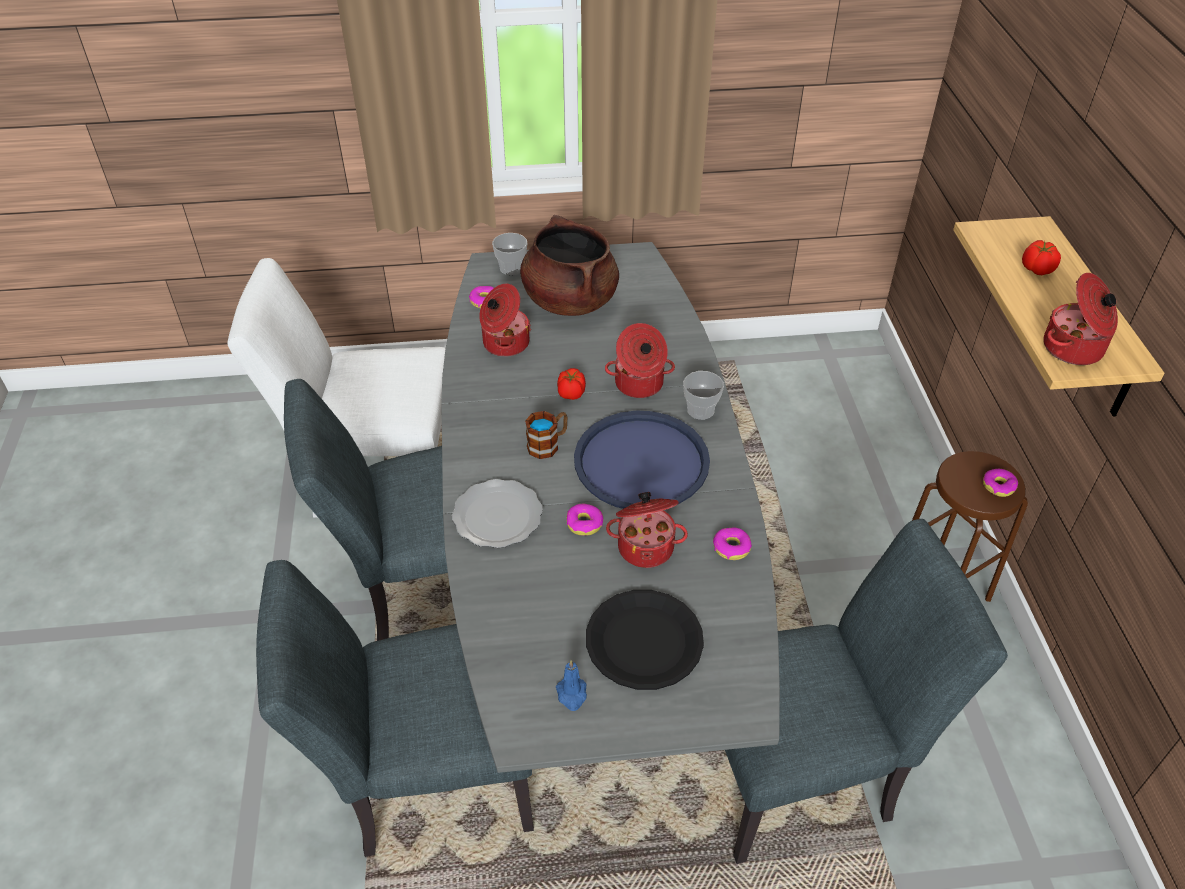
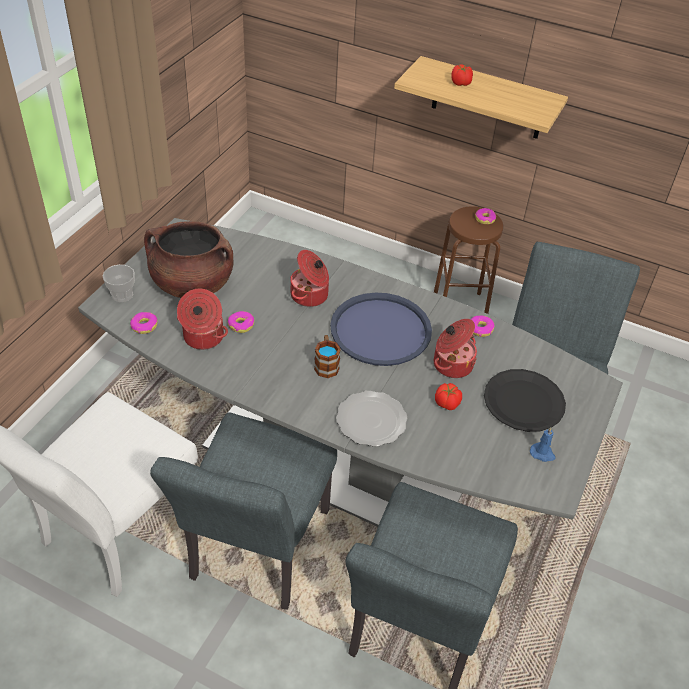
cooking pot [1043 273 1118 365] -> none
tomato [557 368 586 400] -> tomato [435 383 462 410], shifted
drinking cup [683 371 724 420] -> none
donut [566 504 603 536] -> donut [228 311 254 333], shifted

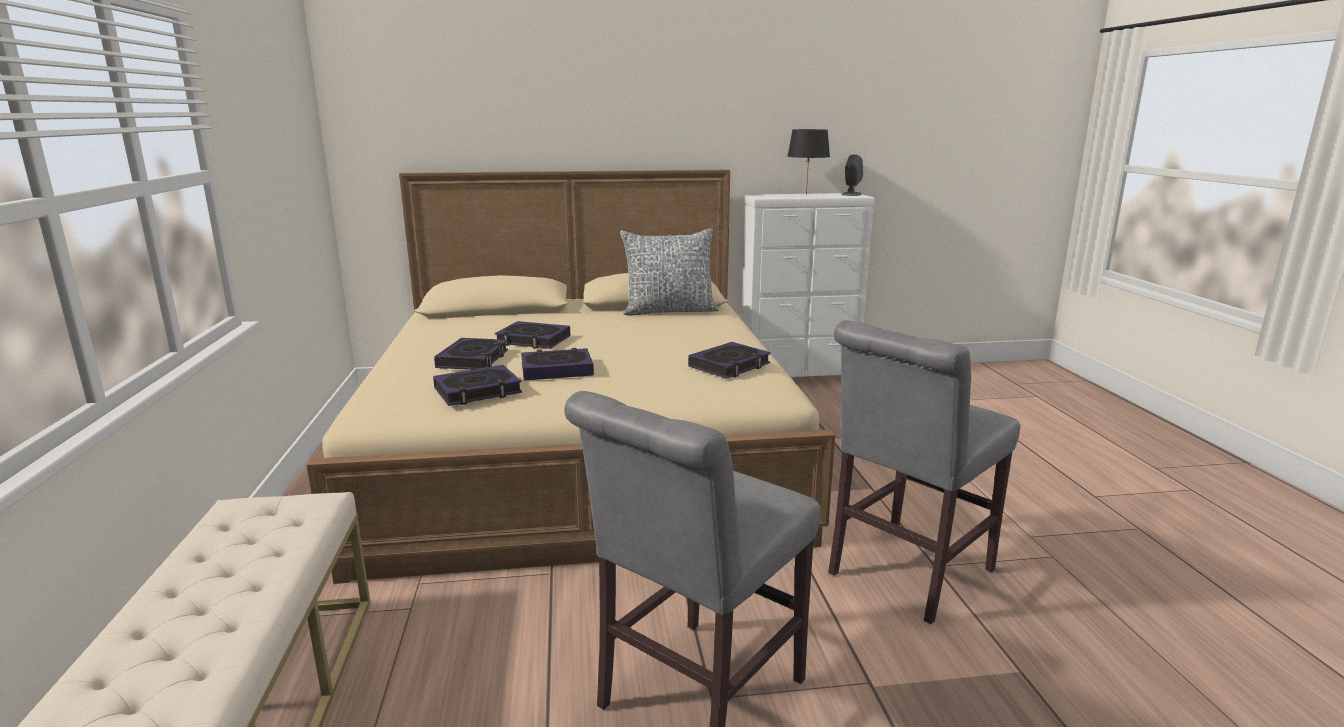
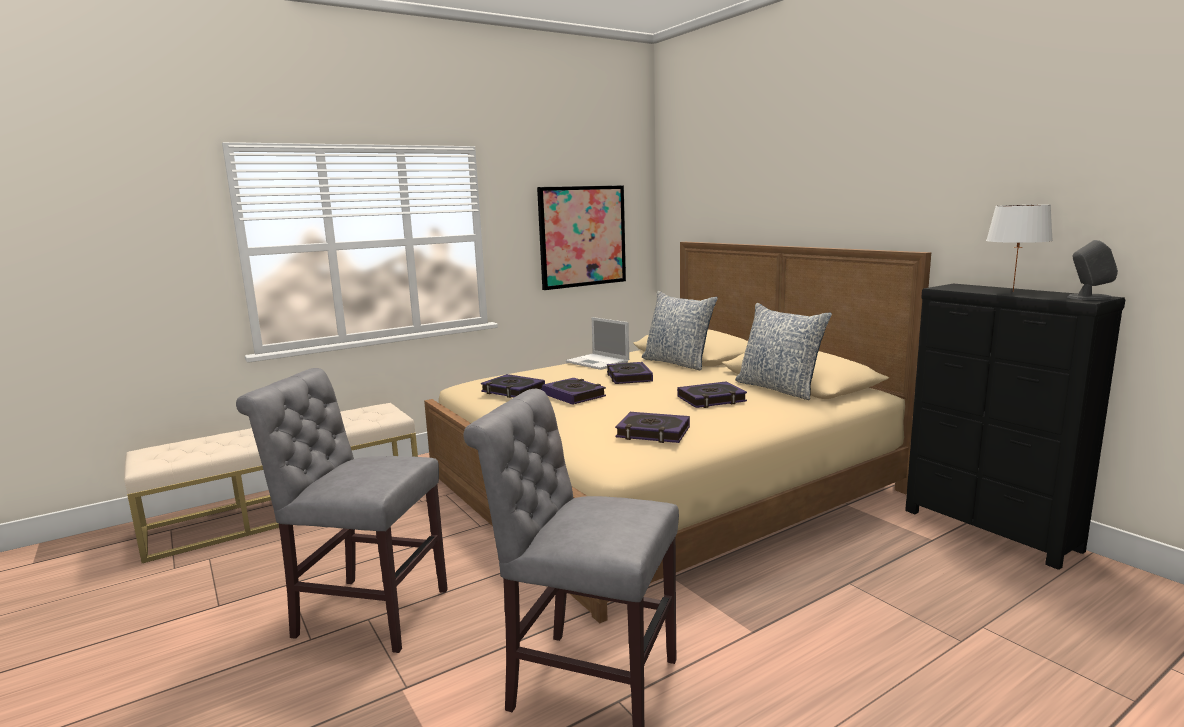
black-coloured table lamp [787 129 830 196] -> whitish table lamp [986 205 1053 292]
whitish drawer chest [741 193 875 377] -> black-coloured drawer chest [905 284 1125 570]
book [434 338 508 370] -> book [677 381 747 408], shifted
none -> wall art [537 185 626 290]
none -> throw pillow [642 291 718 370]
none -> portable computer [565 317 629 370]

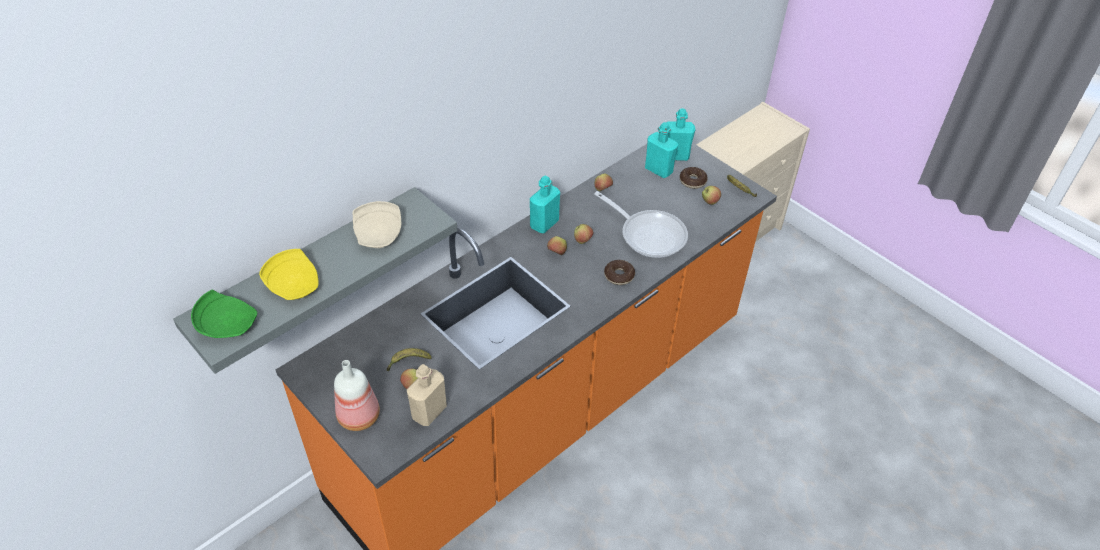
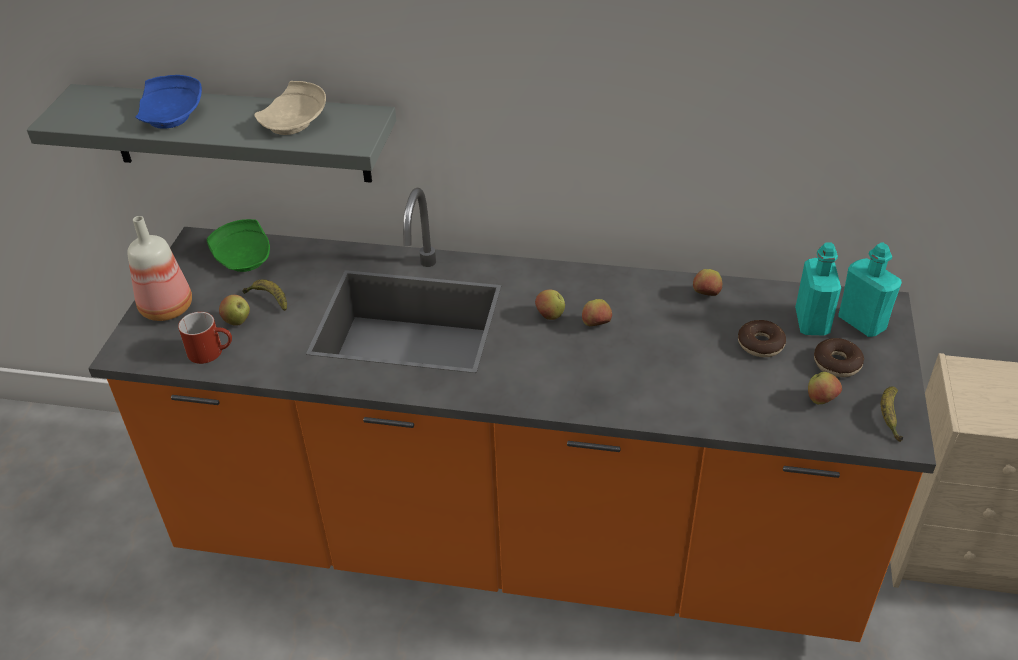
turquoise bottle [530 175 560 233] -> none
pan [594 191 688 258] -> none
yellow-coloured flat dish [259 249 319 300] -> blue-coloured flat dish [135 75 202 129]
donut [604 260 635 285] -> donut [738 320 786 357], shifted
greenish flat dish [191 290 257 338] -> greenish flat dish [207 219 270 272], shifted
sand-coloured bottle [407 364 447 426] -> red-coloured coffee mug [178 312 232 364]

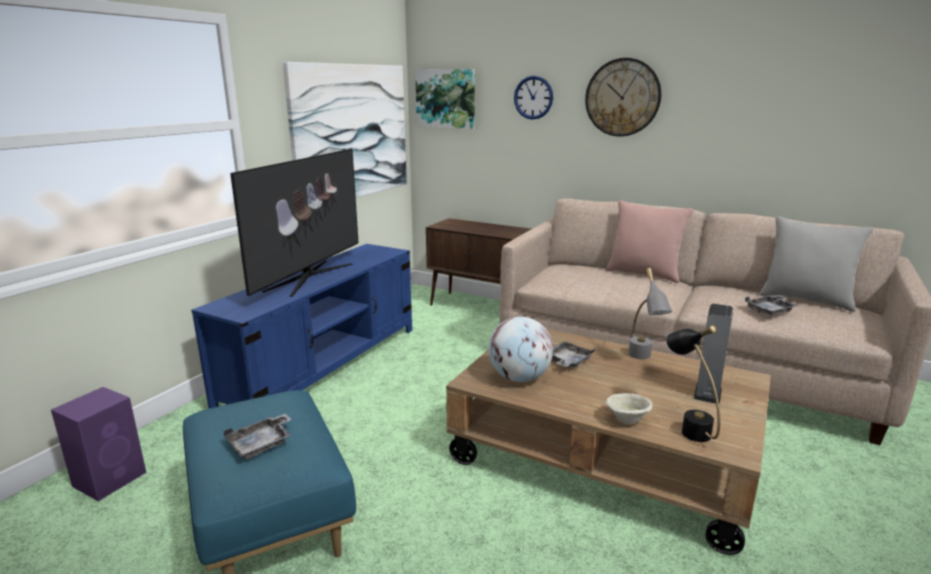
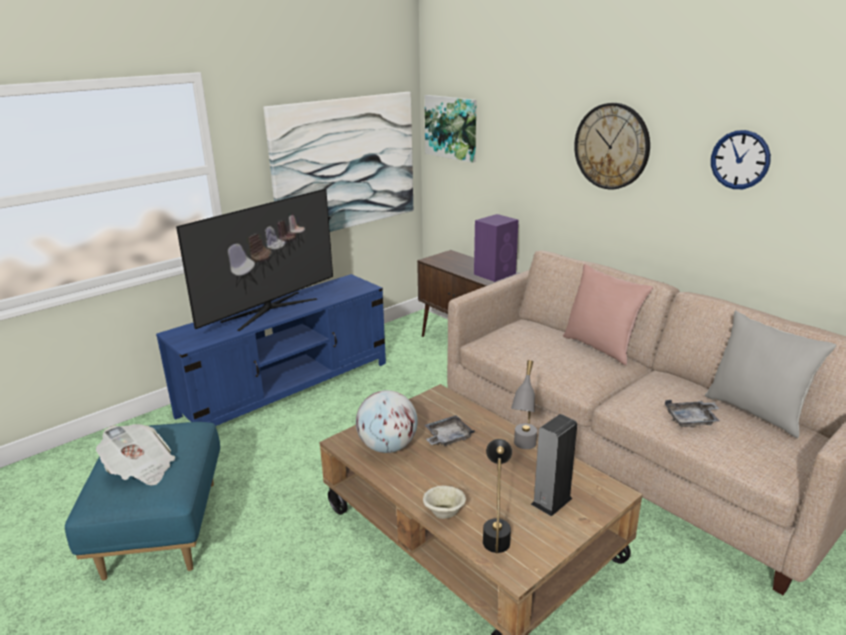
hanging clock [514 76 553 119] -> hanging clock [711 130 771 189], shifted
purple-coloured speaker [51 387 146 501] -> purple-coloured speaker [474 214 518 282], shifted
greyish tray [224 413 292 459] -> daily paper [96 424 176 485]

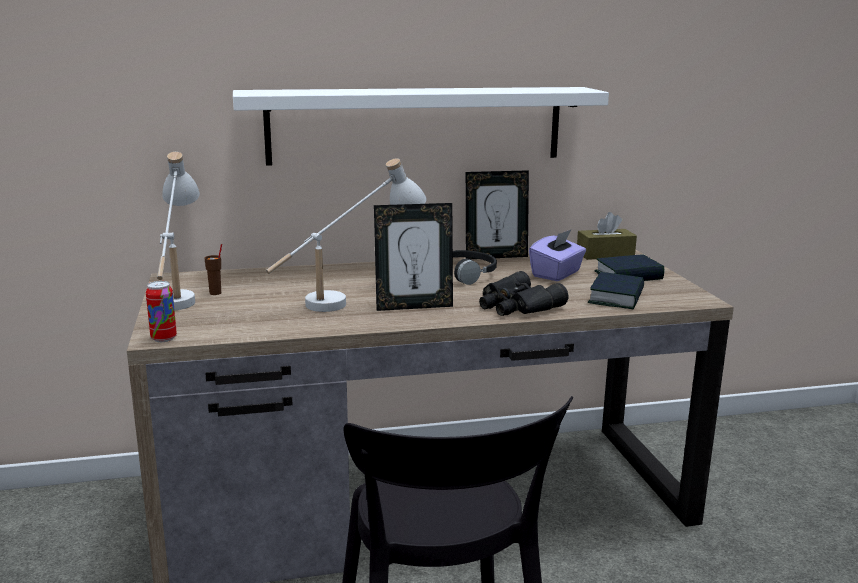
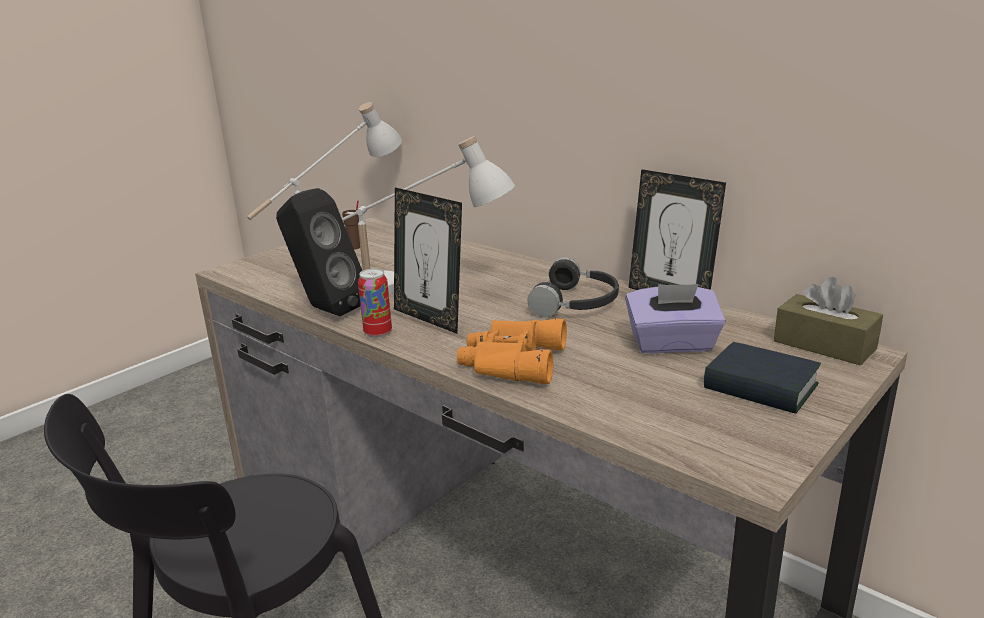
whitish wall shelf [233 87 609 166] -> none
black-coloured field glasses [479 271 568 316] -> orangey field glasses [457 318 567 384]
book [588 272 644 309] -> none
sealed can [146 281 177 342] -> sealed can [358 268 392 338], shifted
none -> black-coloured speaker [276 188 362 316]

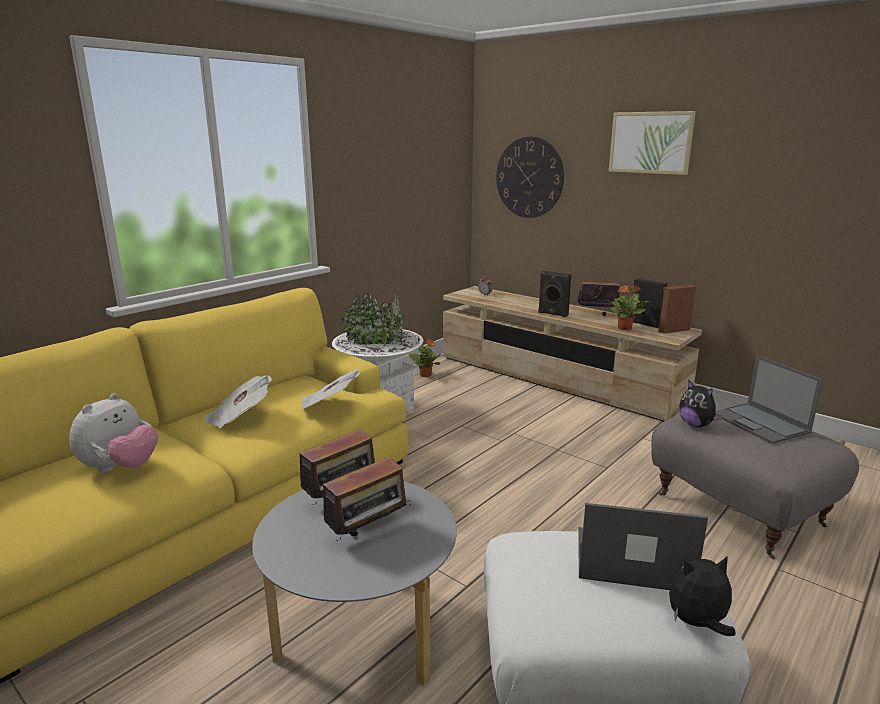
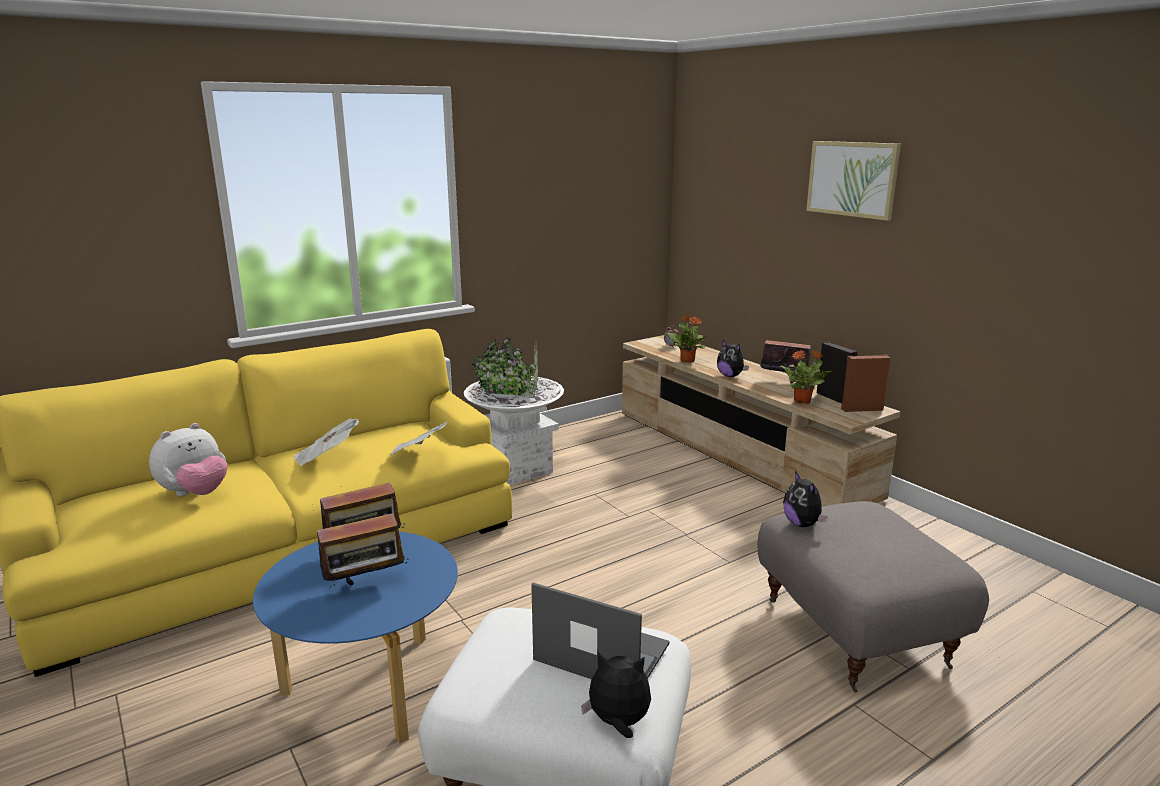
hanging clock [496 136 564 218] -> none
black-coloured speaker [538 271 571 317] -> soft toy [717 340 749 377]
potted plant [409 337 442 377] -> potted plant [668 315 707 362], shifted
portable computer [716 356 823 444] -> none
greyish low table [252 481 457 686] -> blue-coloured low table [253 531 458 744]

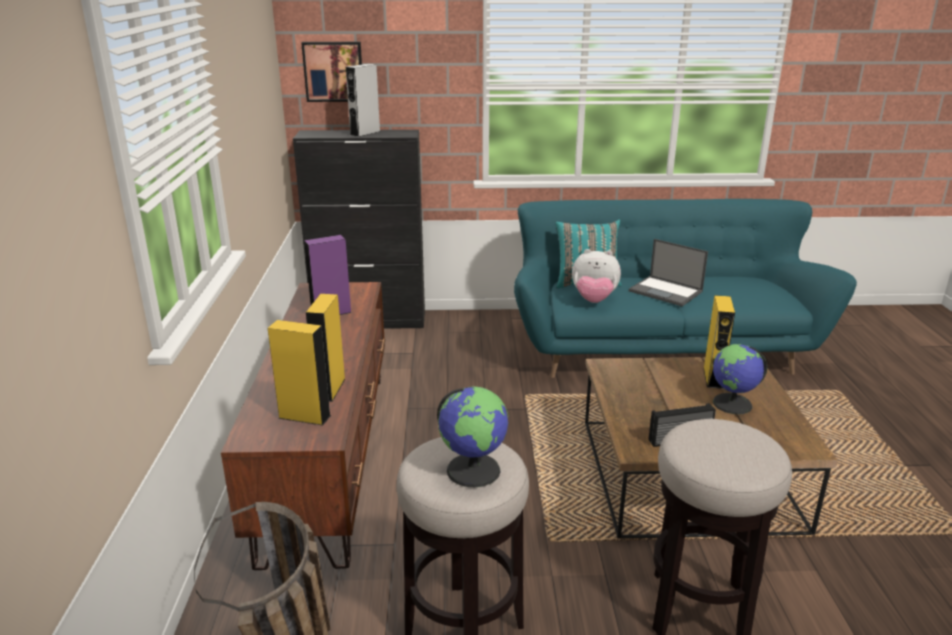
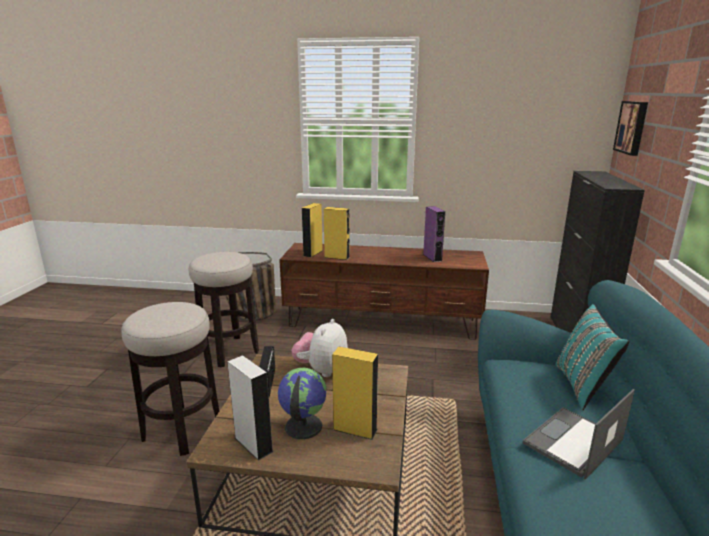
greyish speaker [346 64 380 137] -> greyish speaker [227 355 273 461], shifted
soft toy [572 249 621 303] -> soft toy [291 319 348 377], shifted
world globe [437 387 508 487] -> none

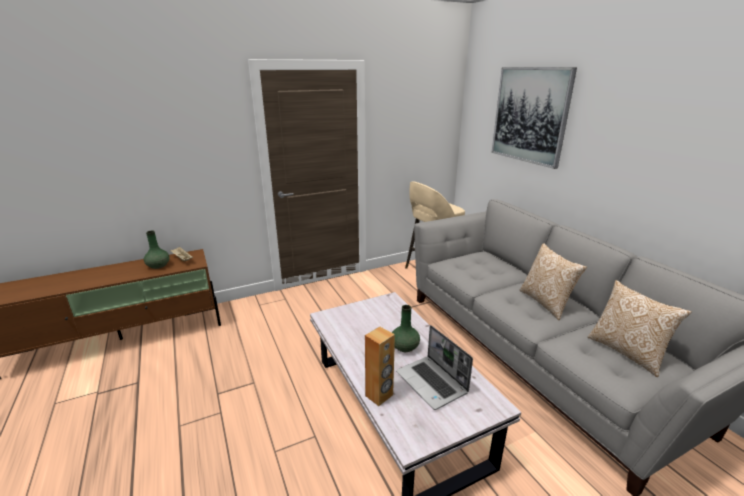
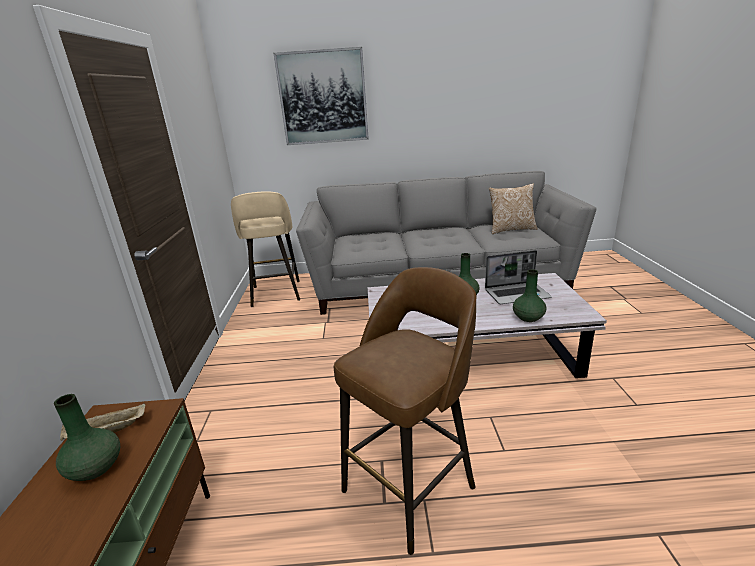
throw pillow [520 243 587 320] -> none
brown-coloured speaker [365 326 395 406] -> greenish flower vase [513 269 546 322]
none -> brown-coloured stool seat [334 267 477 555]

